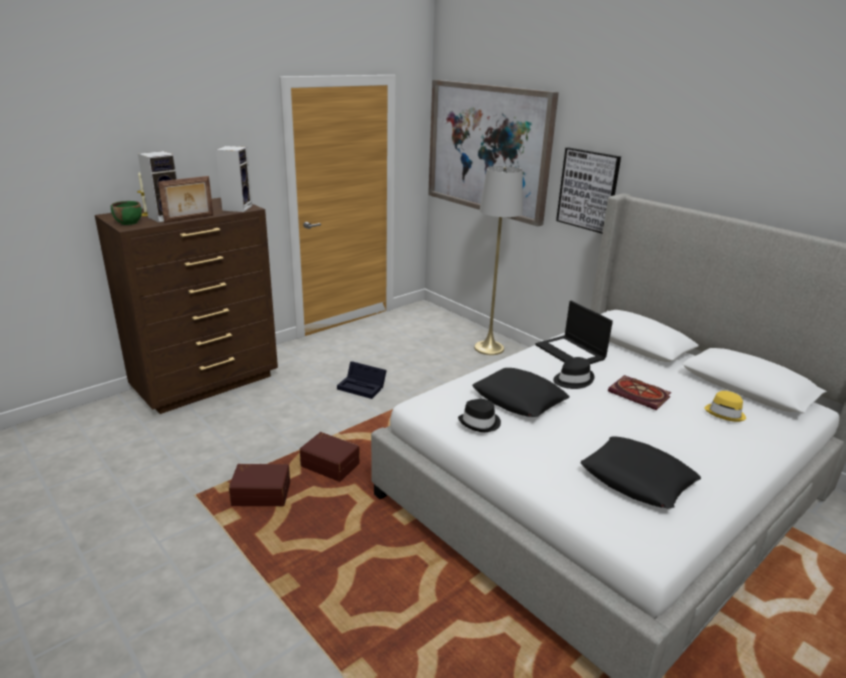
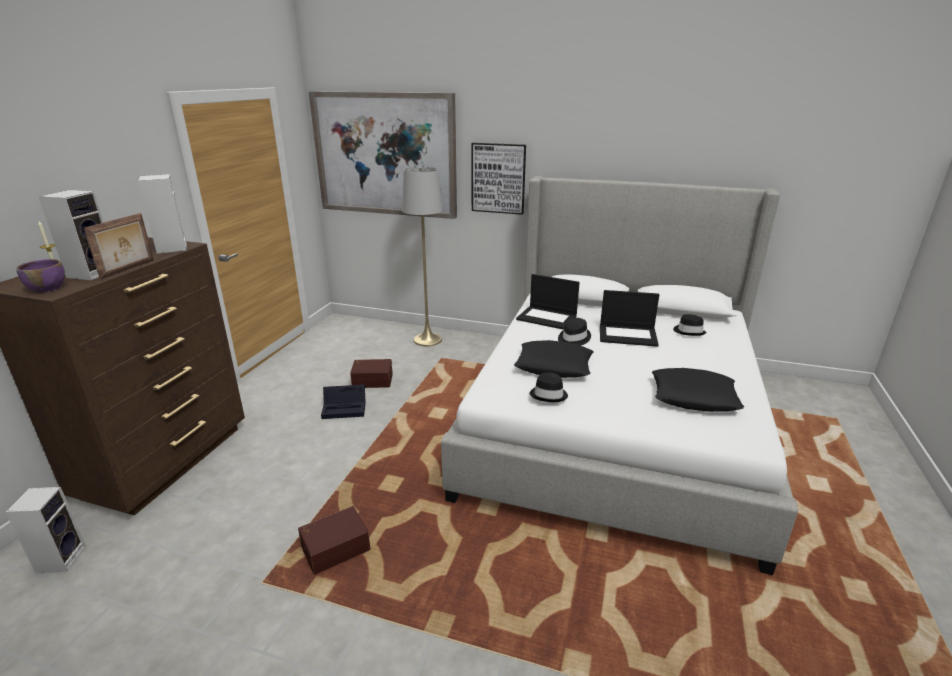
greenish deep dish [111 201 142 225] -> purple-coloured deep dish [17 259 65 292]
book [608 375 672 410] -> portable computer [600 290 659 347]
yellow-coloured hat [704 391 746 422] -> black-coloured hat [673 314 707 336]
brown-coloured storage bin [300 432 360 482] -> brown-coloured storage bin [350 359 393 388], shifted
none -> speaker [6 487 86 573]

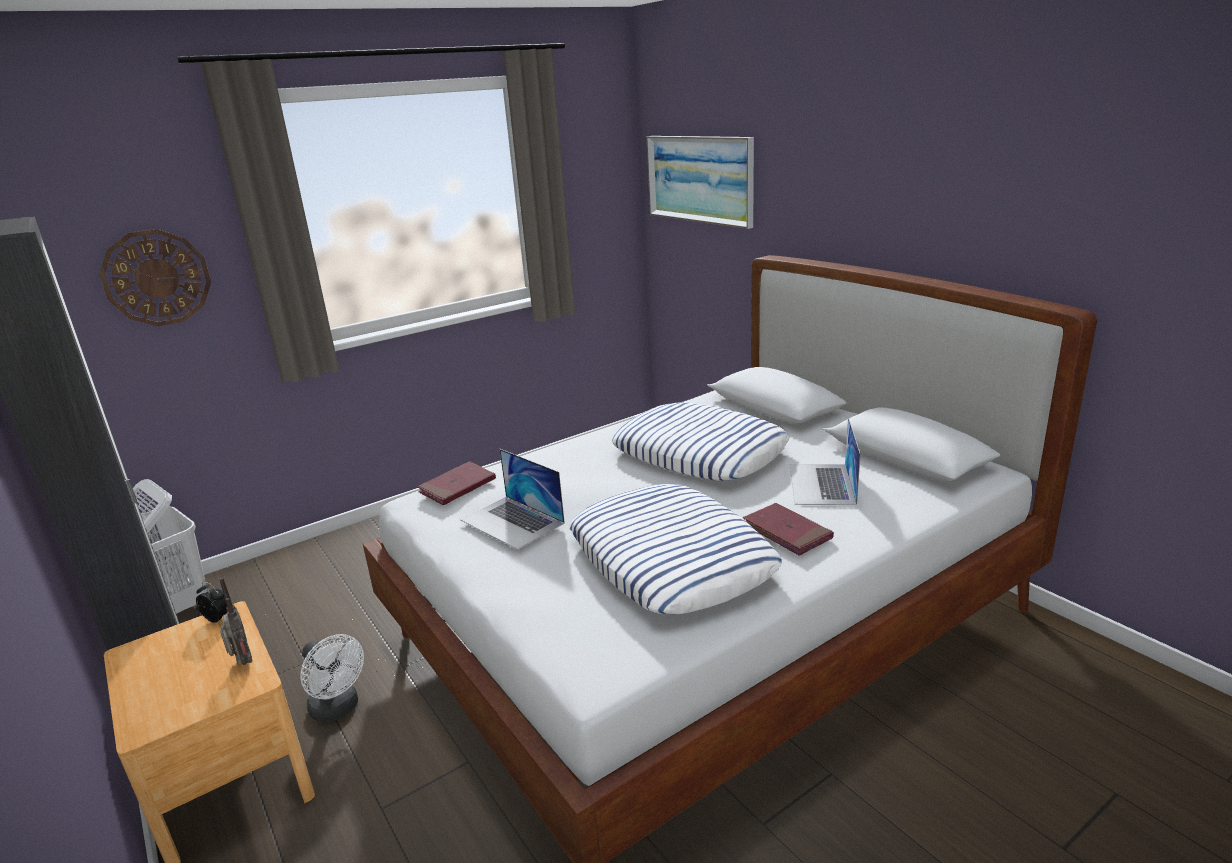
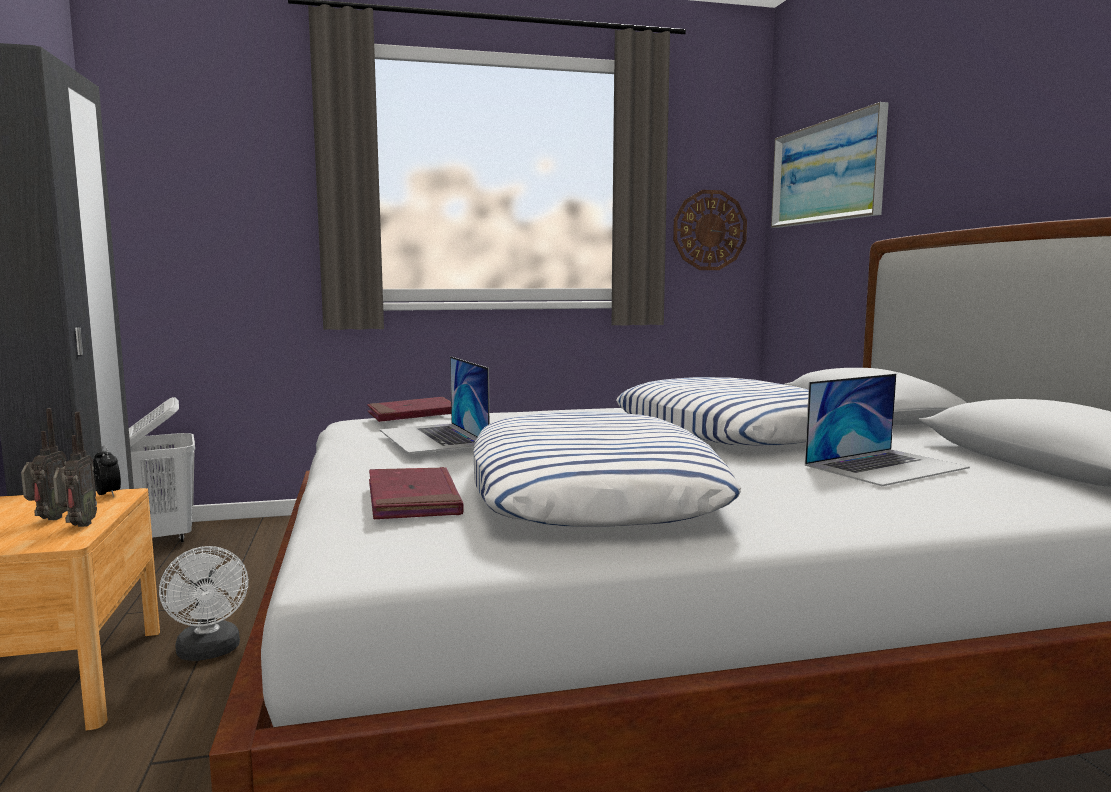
hanging clock [99 229 211 326] -> hanging clock [673 190 747 270], shifted
portable computer [790 417 861 506] -> portable computer [805 374 970 486], 150 degrees counterclockwise
red-coloured book [743 503 834 556] -> red-coloured book [369 467 464 519], shifted
none -> radio set [21 408 67 520]

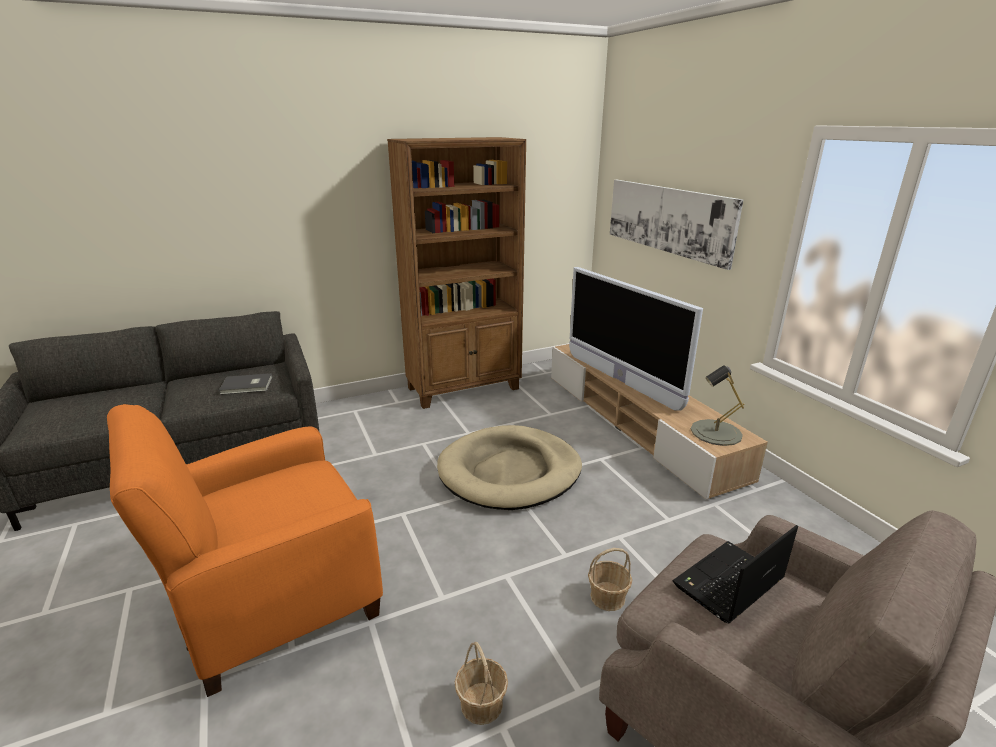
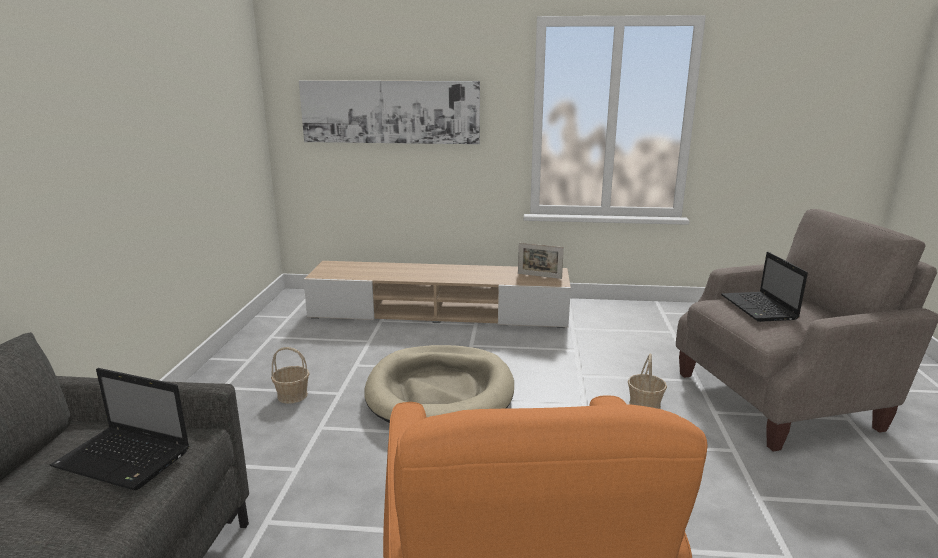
brown-coloured shelving unit [387 137 526 409] -> none
television [569 267 703 410] -> none
greyish table lamp [691 365 744 446] -> picture frame [518 243 564 279]
greyish book [219 373 272 395] -> portable computer [50 368 190 490]
storage basket [455 642 508 725] -> storage basket [271 347 310 404], shifted

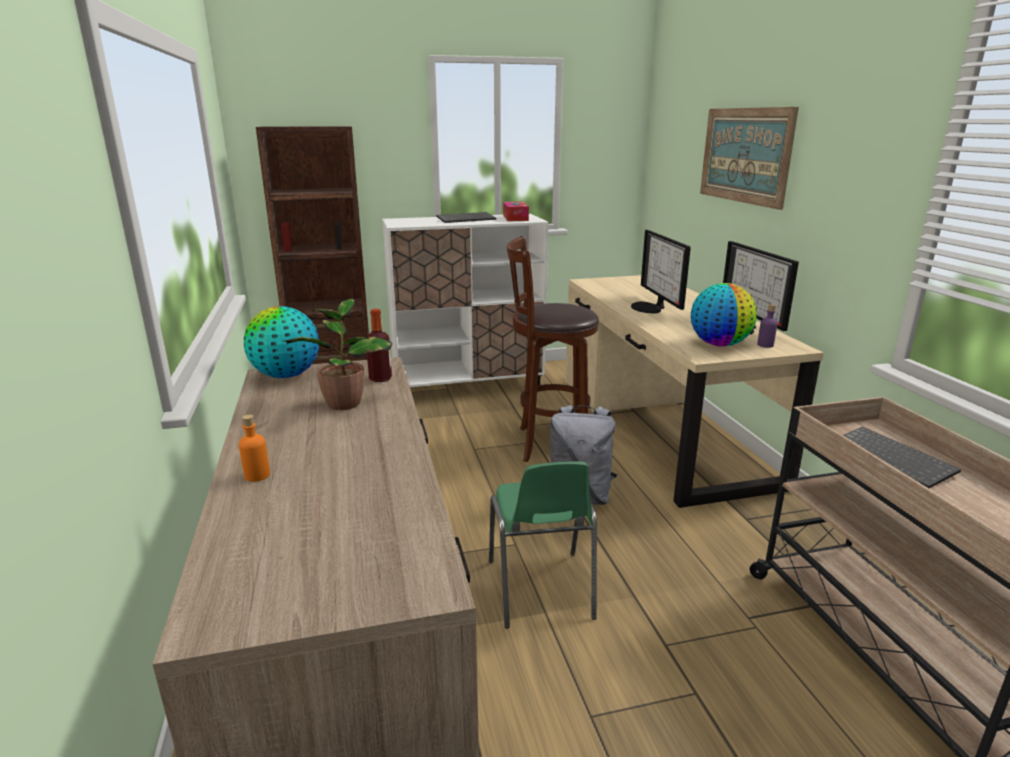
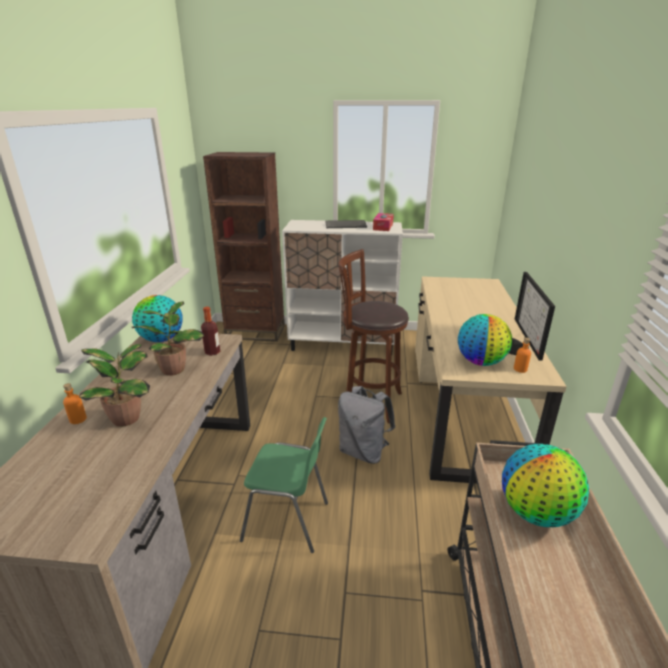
wall art [700 107 799 210] -> none
monitor [631 230 691 313] -> none
purple-coloured bottle [757 304 778 348] -> orangey bottle [514 337 531 373]
PC keyboard [843 427 961 488] -> world globe [502 444 589 527]
greenish plain chair [489 461 597 629] -> greenish plain chair [240 417 328 553], 90 degrees counterclockwise
none -> potted plant [79 344 150 427]

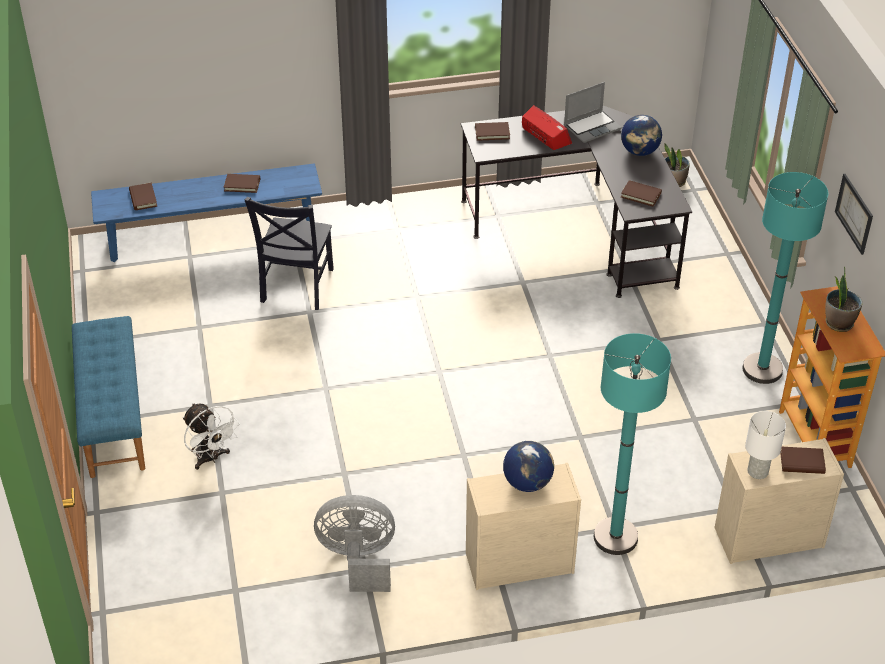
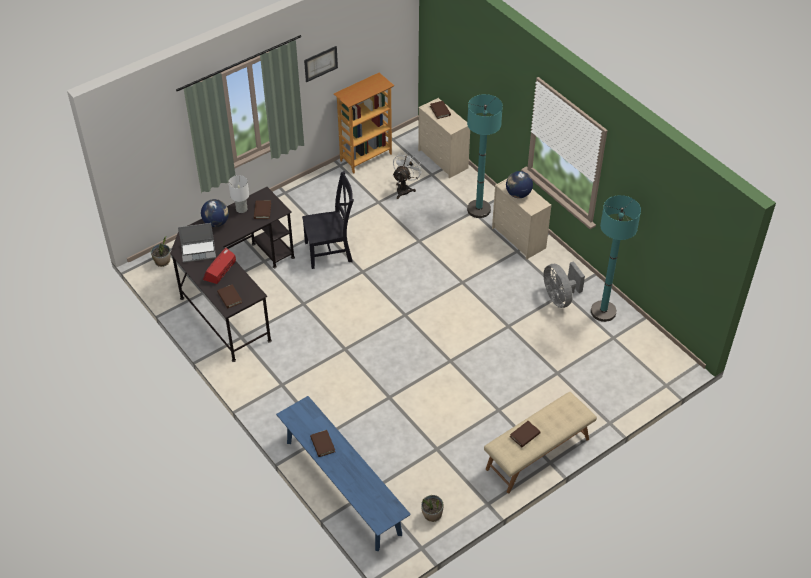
portable computer [564 82 622 143] -> portable computer [178 223 216 263], 135 degrees clockwise
turquoise floor lamp [742 172 828 384] -> turquoise floor lamp [591 195 641 322], shifted
brown-coloured book [129 183 157 210] -> brown-coloured book [510 421 541 447], shifted
black-coloured plain chair [245 197 334 310] -> black-coloured plain chair [302 171 354 269], shifted
potted plant [825 266 862 332] -> potted plant [421 495 443 522], shifted
blue-coloured long seat [72 316 145 478] -> sand-coloured long seat [484 392 597 493]
whitish cooling fan [183 403 240 470] -> whitish cooling fan [393 151 423 199], shifted
whitish table lamp [745 411 786 479] -> whitish table lamp [228 175 249 213], shifted

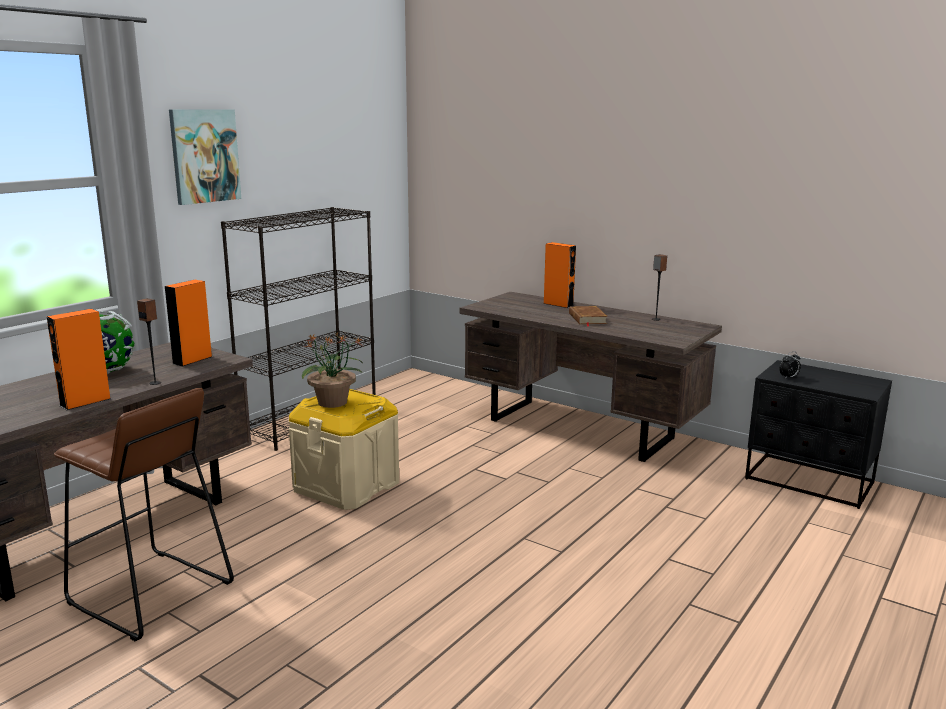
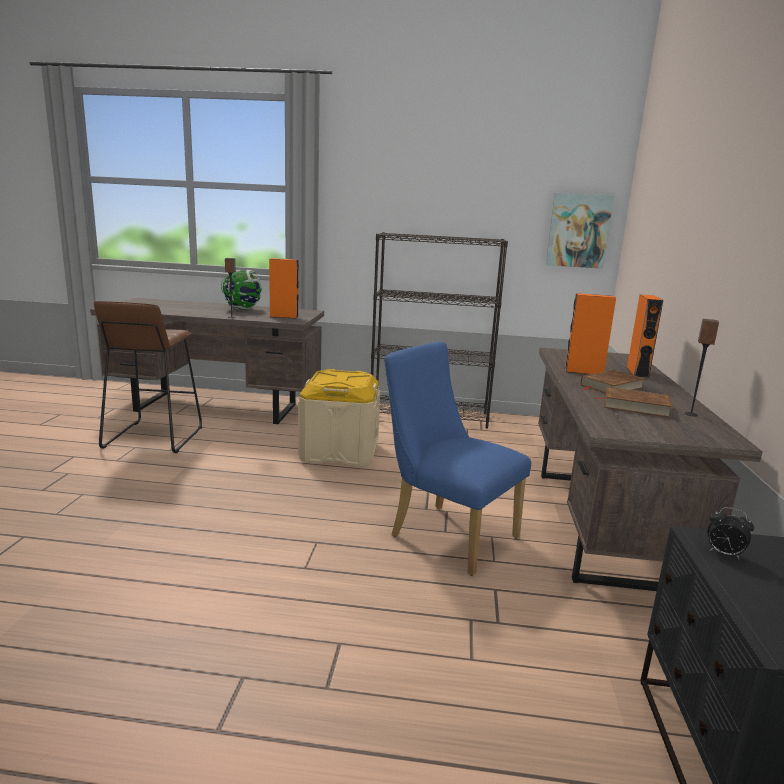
wall art [169 109 241 205] -> wall art [546 193 614 269], shifted
orangey speaker [47 309 111 410] -> orangey speaker [565 293 616 375], shifted
potted plant [302 333 363 408] -> none
none -> blue-coloured plain chair [384 342 531 576]
none -> brown-coloured book [594 387 673 418]

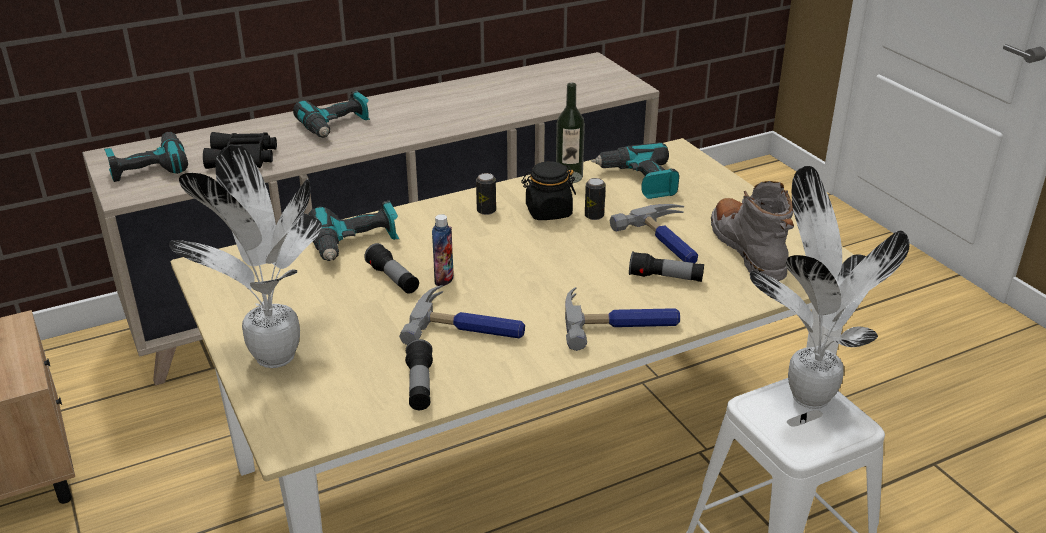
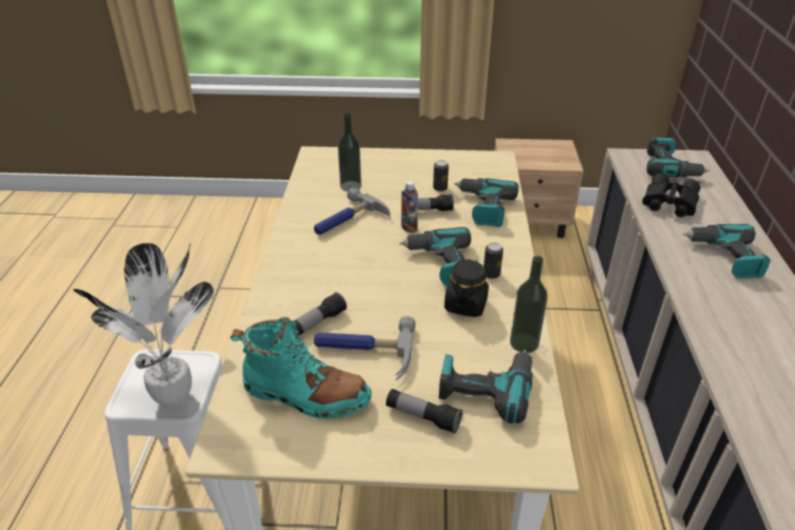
potted plant [169 145 322 368] -> none
sealed can [585 178 606 220] -> sealed can [433 160 449 192], shifted
greyish high-top boot [711 181 794 281] -> turquoise high-top boot [230 317 372 419]
tool hammer [565 287 680 351] -> none
flashlight [405 339 433 410] -> flashlight [386 389 463 434], shifted
none -> bottle [338 113 361 192]
none -> power drill [399 227 471 286]

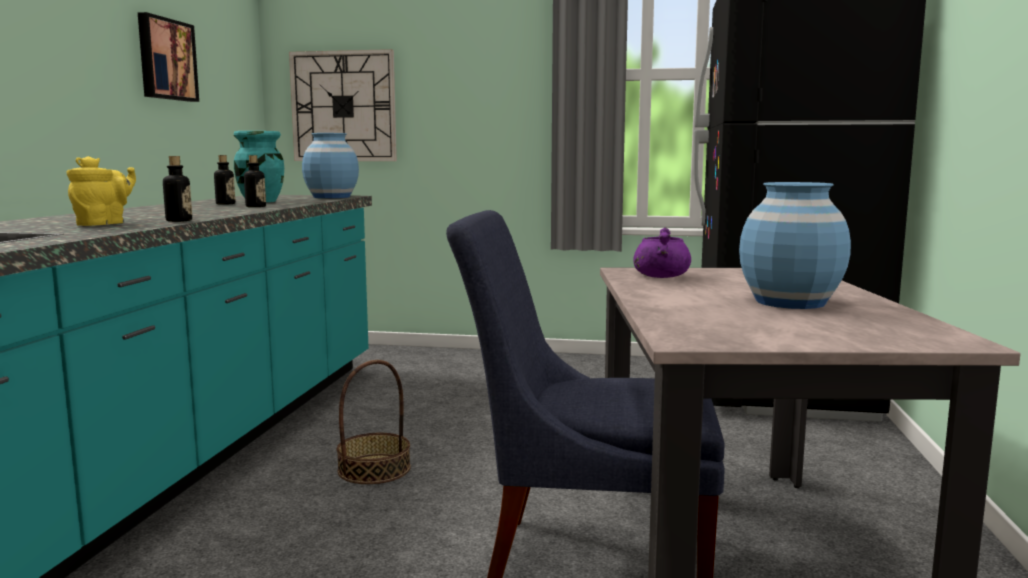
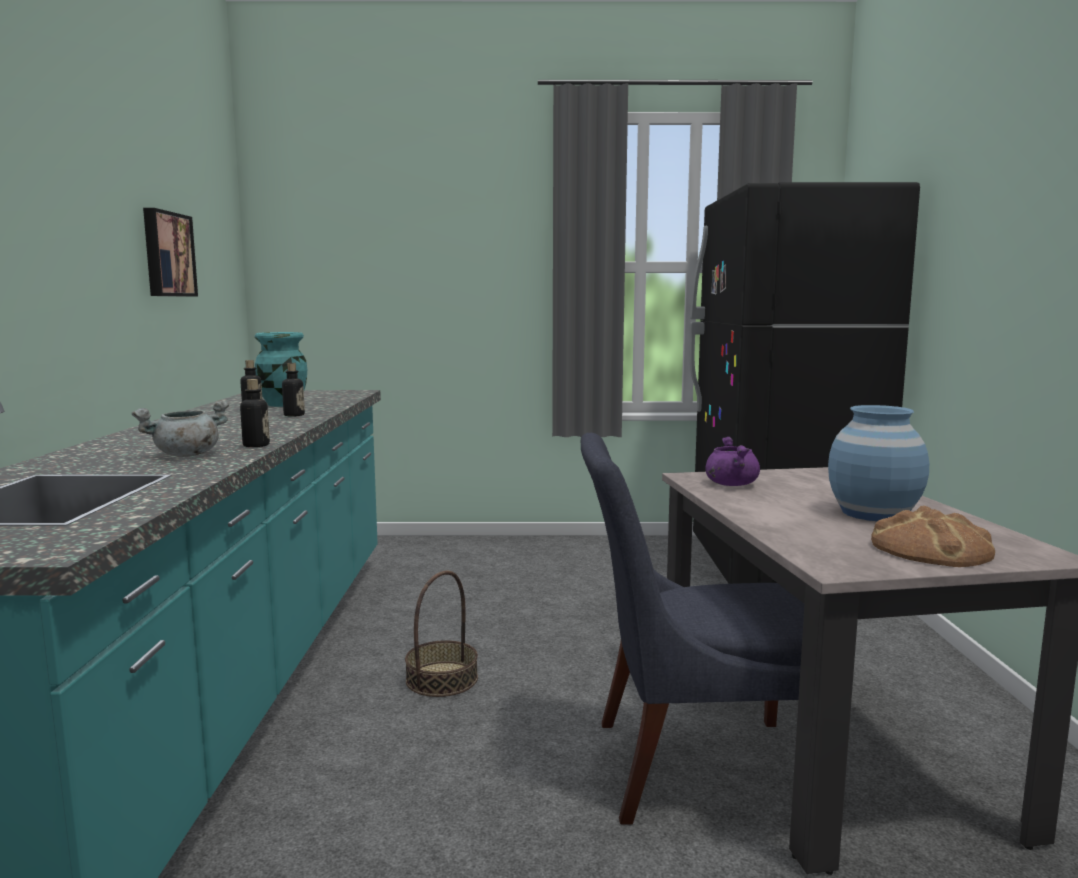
hanging clock [289 49 397 161] -> none
blue-coloured flower vase [302 133 359 198] -> none
yellow-coloured teapot [67 156 136 226] -> greyish cooking pot [132 400 229 457]
none -> baked bread [871 505 995 567]

